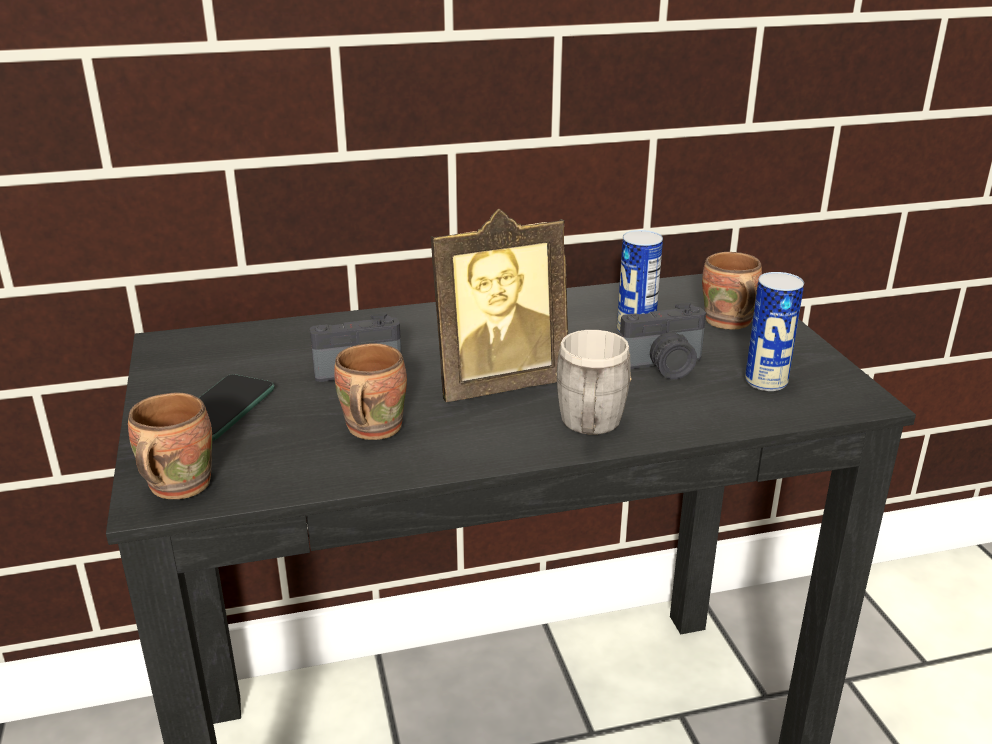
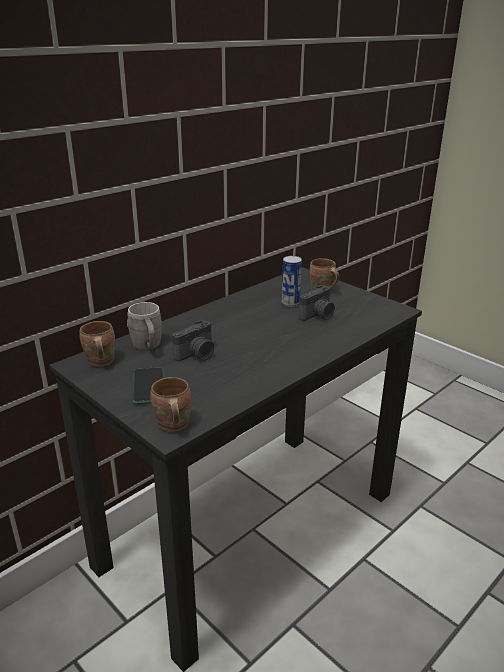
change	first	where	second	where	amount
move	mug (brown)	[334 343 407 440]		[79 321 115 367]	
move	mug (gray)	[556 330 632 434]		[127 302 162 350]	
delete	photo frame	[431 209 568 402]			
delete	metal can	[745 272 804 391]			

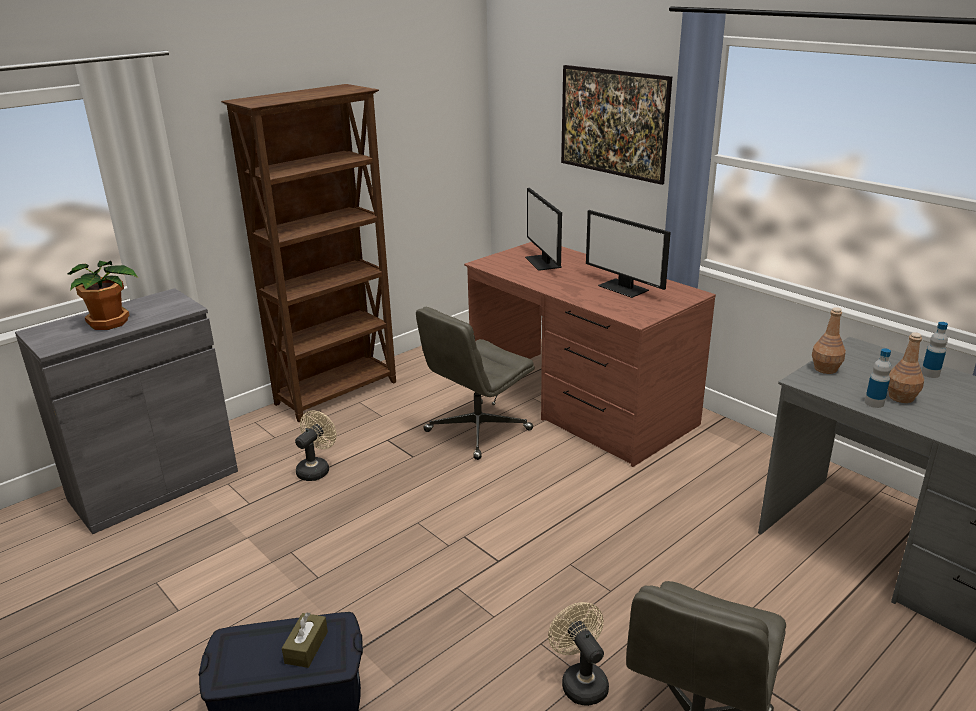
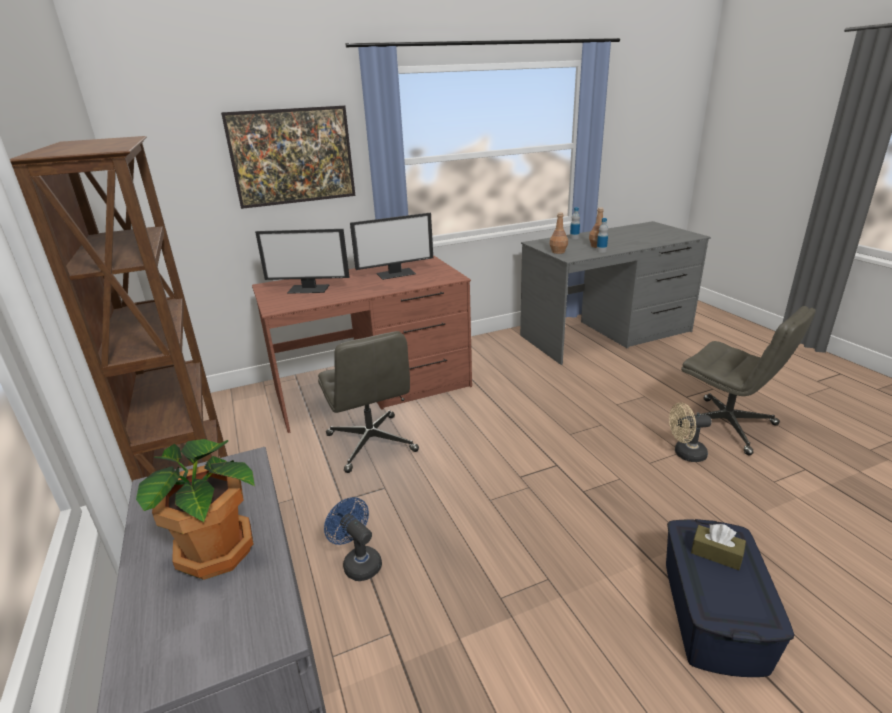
change	first	where	second	where	amount
recolor	fan (beige)	[295 411 336 481]	fan (bluish)	[324 497 382 581]	

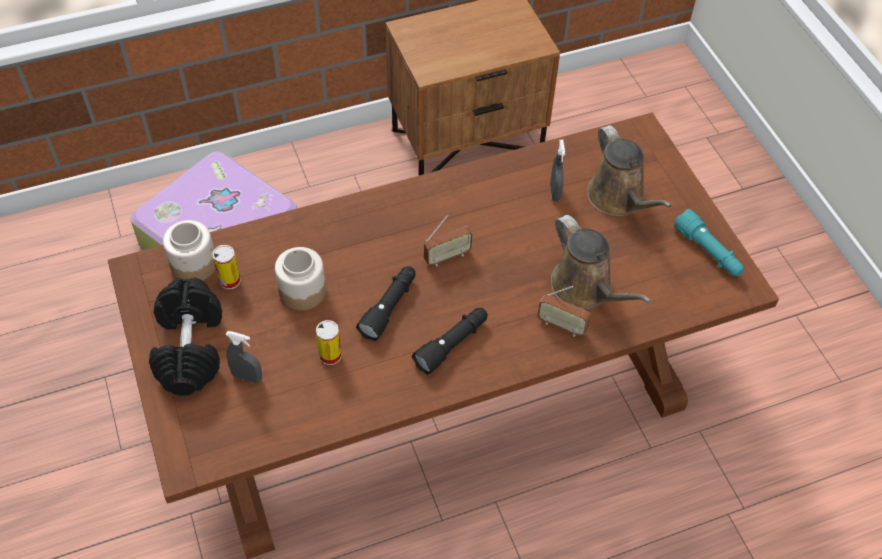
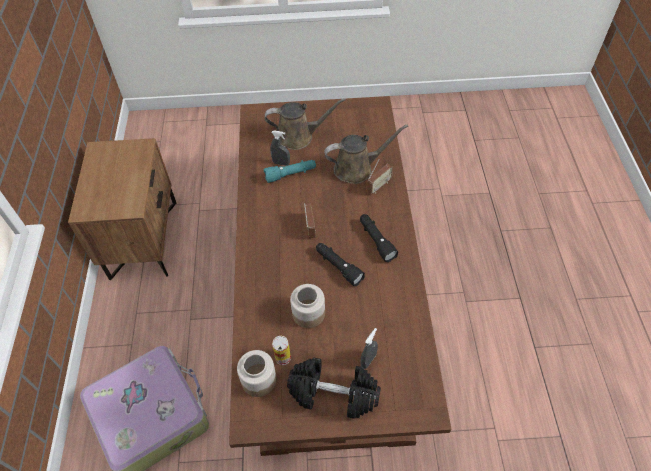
change	first	where	second	where	amount
move	hand torch (blue-green)	[674 209 744 276]		[264 160 316 183]	
delete	metal can	[316 320 342 365]			

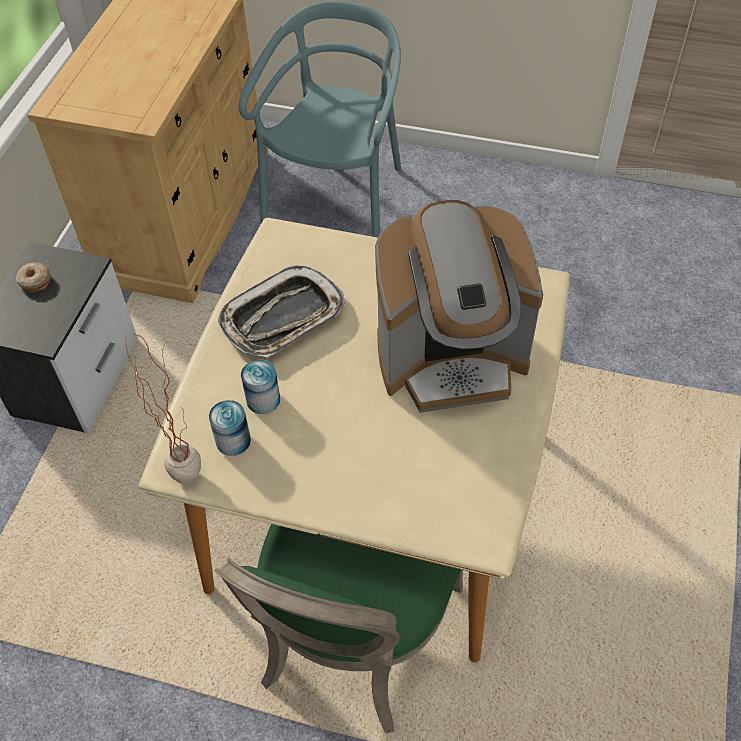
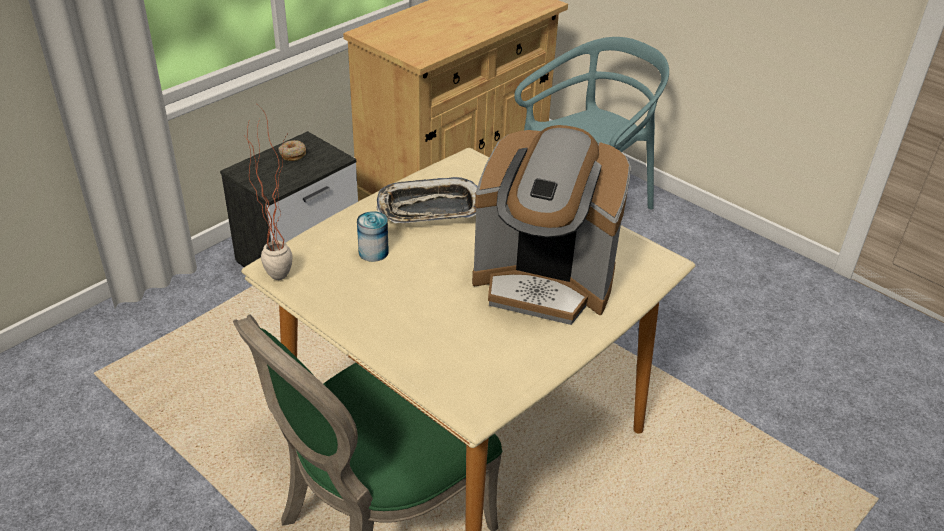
change	first	where	second	where	amount
delete	metal can	[209 400 251 456]			

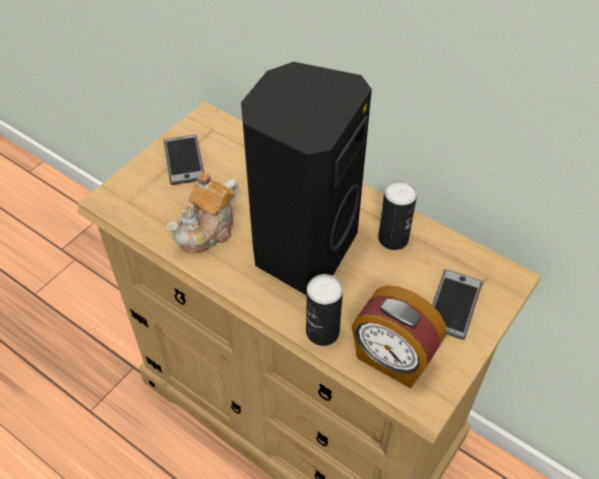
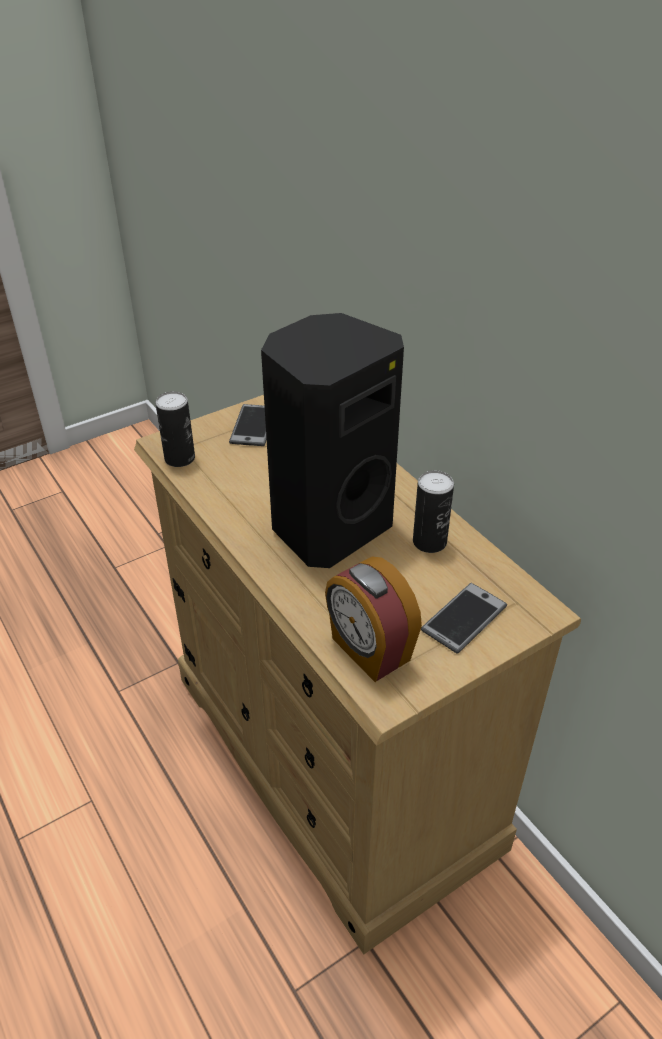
change	first	where	second	where	amount
move	metal can	[306 274 343 346]		[155 391 195 467]	
delete	pot for tea	[167 172 239 254]			

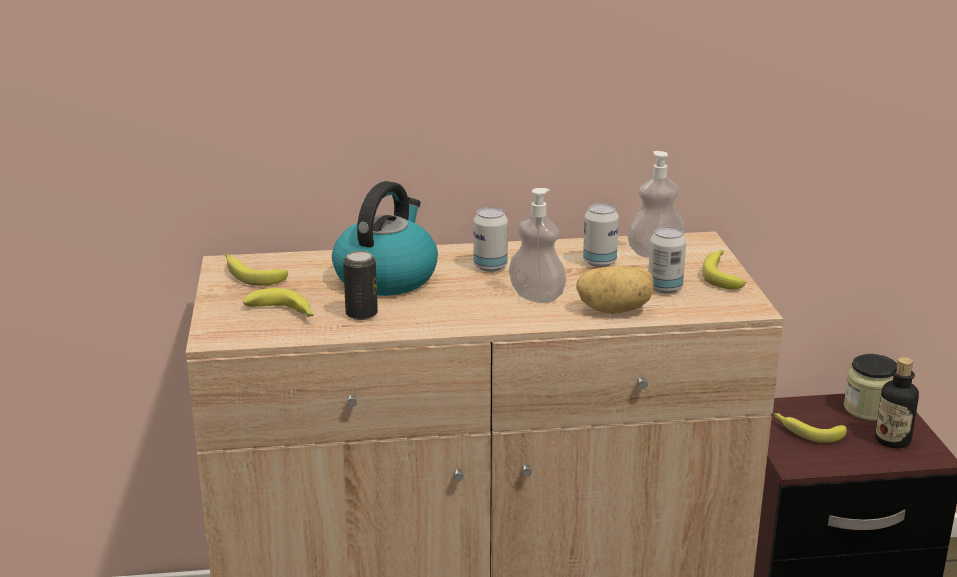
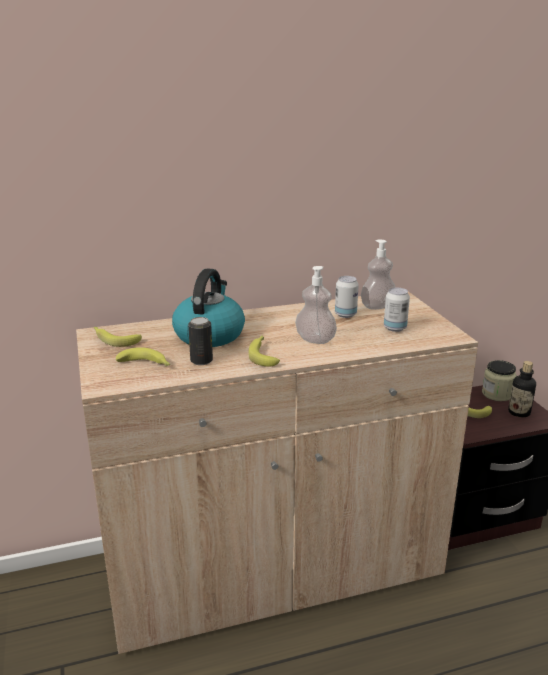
change	first	where	second	where	amount
move	banana fruit	[703 249 746 290]		[248 336 280 367]	
delete	metal can	[473 207 508 272]			
delete	whole potato	[576 265 653 314]			

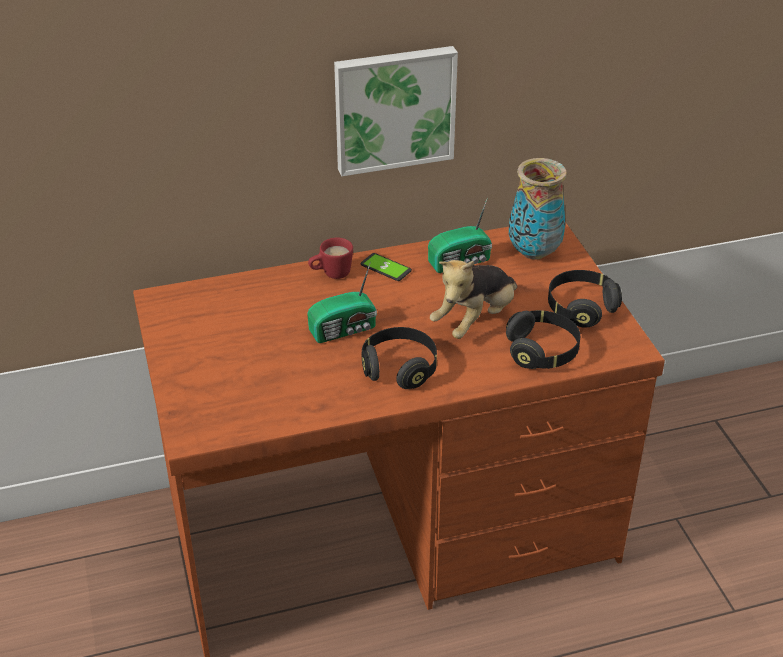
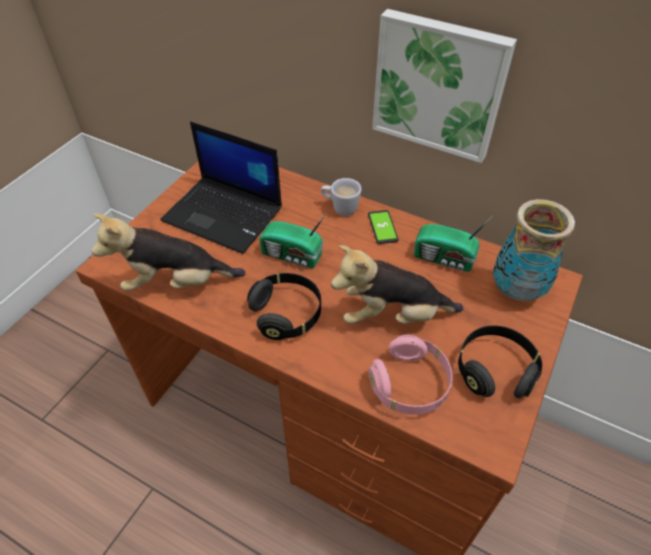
change	first	where	second	where	amount
insert			cuddly toy	[92 213 246 291]	
insert			portable computer	[160 122 282 254]	
recolor	mug (red)	[308 238 353 279]	mug (whitish)	[321 178 362 216]	
recolor	headphones (blackish)	[506 310 580 369]	headphones (pinkish)	[368 335 453 415]	

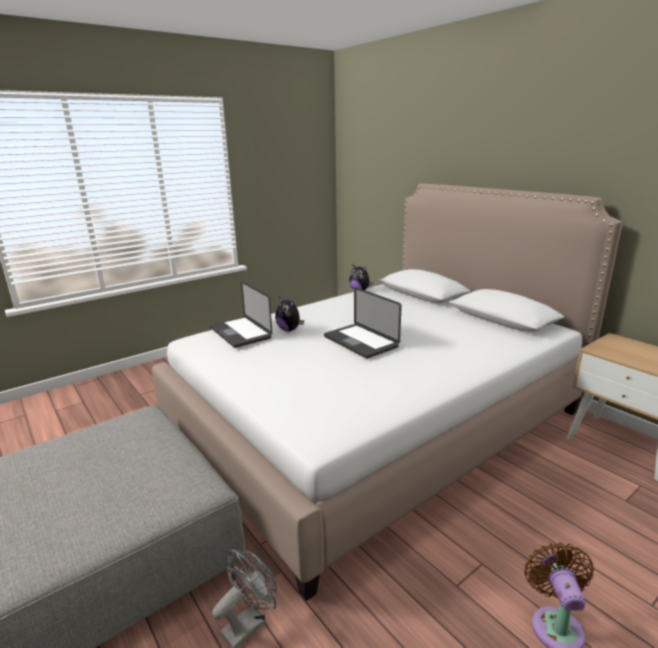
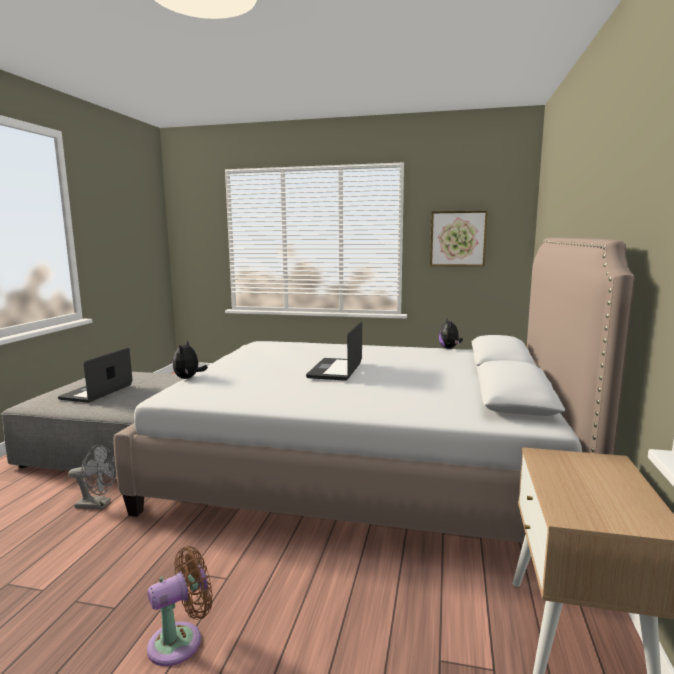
change	first	where	second	where	amount
move	portable computer	[209 281 272 348]		[58 348 132 403]	
move	cuddly toy	[275 296 304 331]		[173 340 208 379]	
insert			picture	[430 210 488 267]	

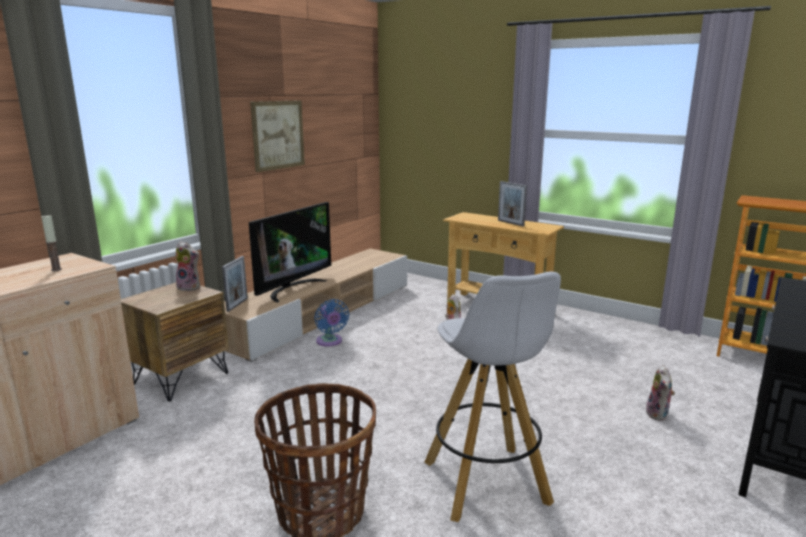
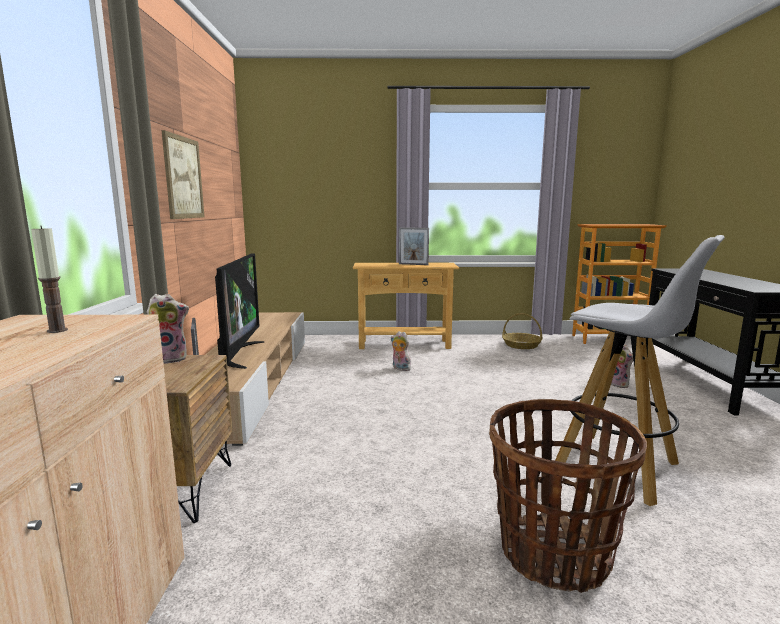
change	first	where	second	where	amount
insert			household basket	[502 313 542 349]	
delete	fan (bluish)	[314 299 349 346]			

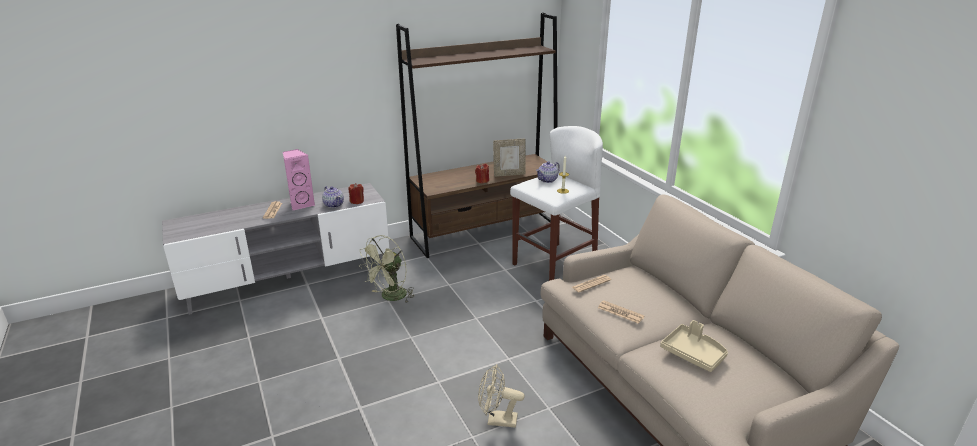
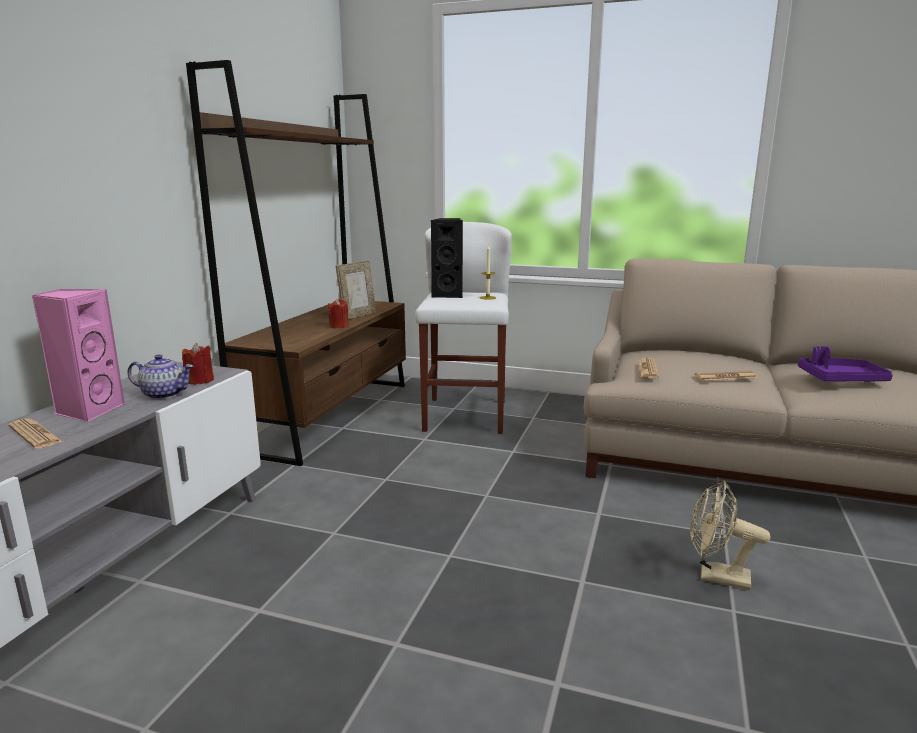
change	first	where	second	where	amount
replace	pot for tea	[536 161 560 183]	speaker (blackish)	[431 218 463 298]	
rotate	fan (beige)	[478 364 525 428]		[690 481 770 590]	60 degrees clockwise
recolor	carrying tray (beige)	[660 320 728 372]	carrying tray (purple-coloured)	[798 346 893 382]	
delete	fan (green)	[359 235 414 303]			

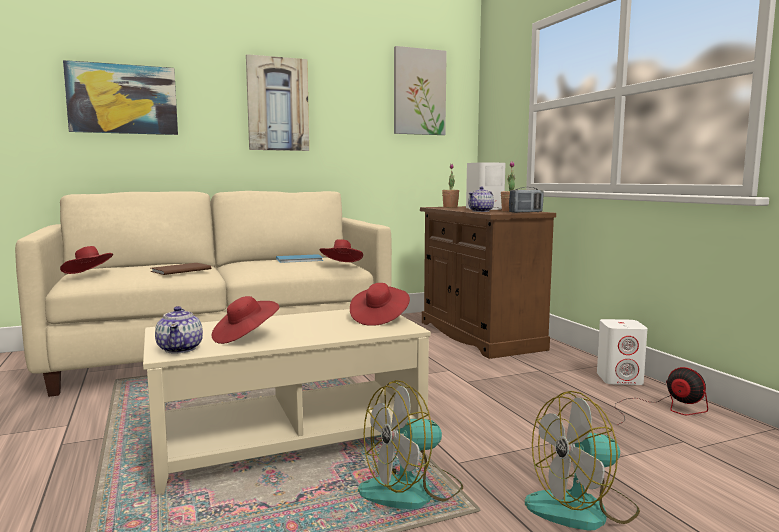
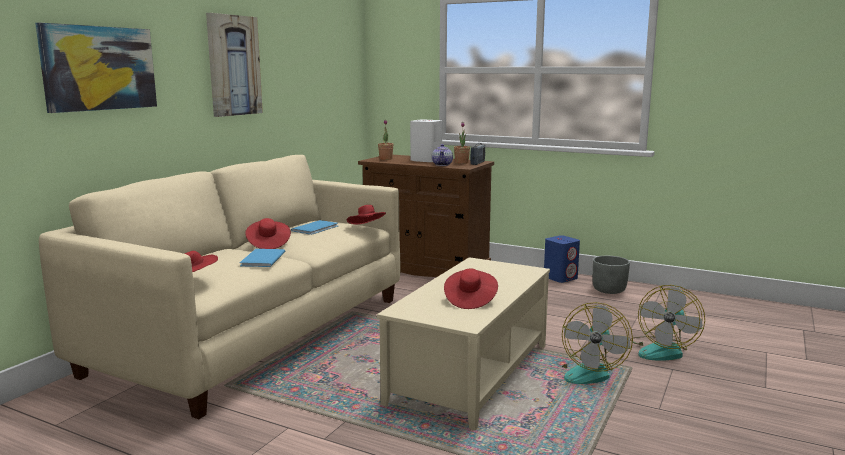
change	first	where	second	where	amount
recolor	bound book (brown)	[151 263 211 275]	bound book (bluish)	[240 249 285 267]	
move	wearable hat (red)	[350 283 410 326]		[245 218 291 249]	
recolor	speaker (whitish)	[597 319 648 385]	speaker (bluish)	[544 235 580 283]	
replace	fan	[615 367 708 425]	flower pot (gray)	[592 256 630 294]	
delete	pot for tea	[155 306 203 354]			
delete	picture	[394 46 447 135]			

